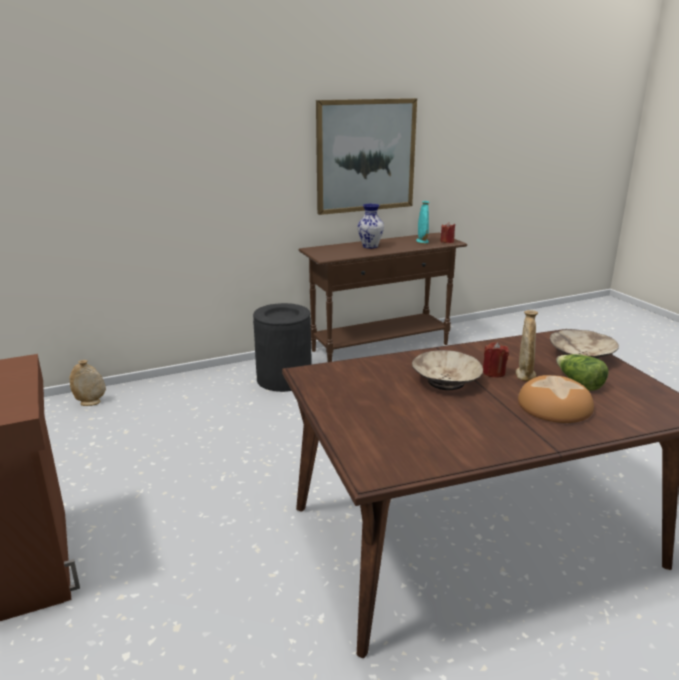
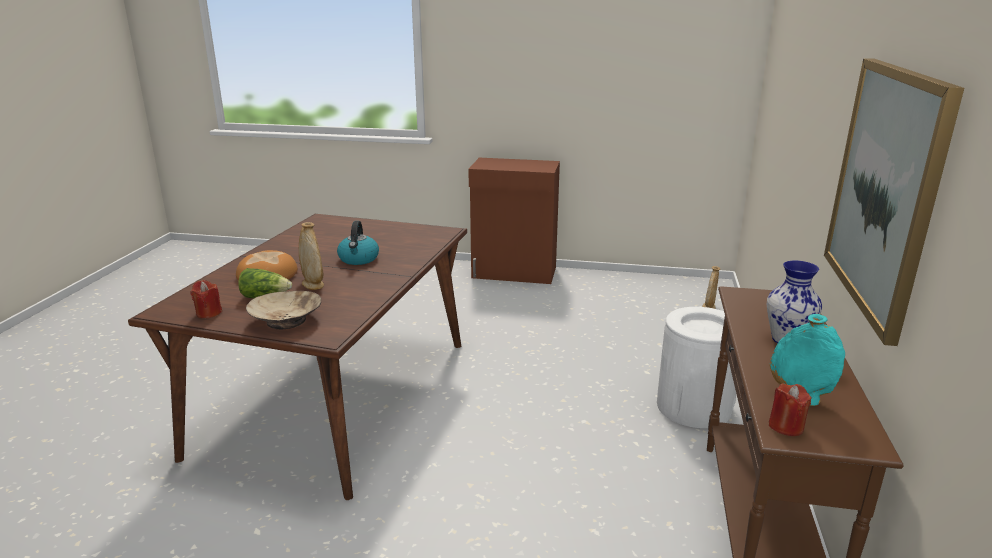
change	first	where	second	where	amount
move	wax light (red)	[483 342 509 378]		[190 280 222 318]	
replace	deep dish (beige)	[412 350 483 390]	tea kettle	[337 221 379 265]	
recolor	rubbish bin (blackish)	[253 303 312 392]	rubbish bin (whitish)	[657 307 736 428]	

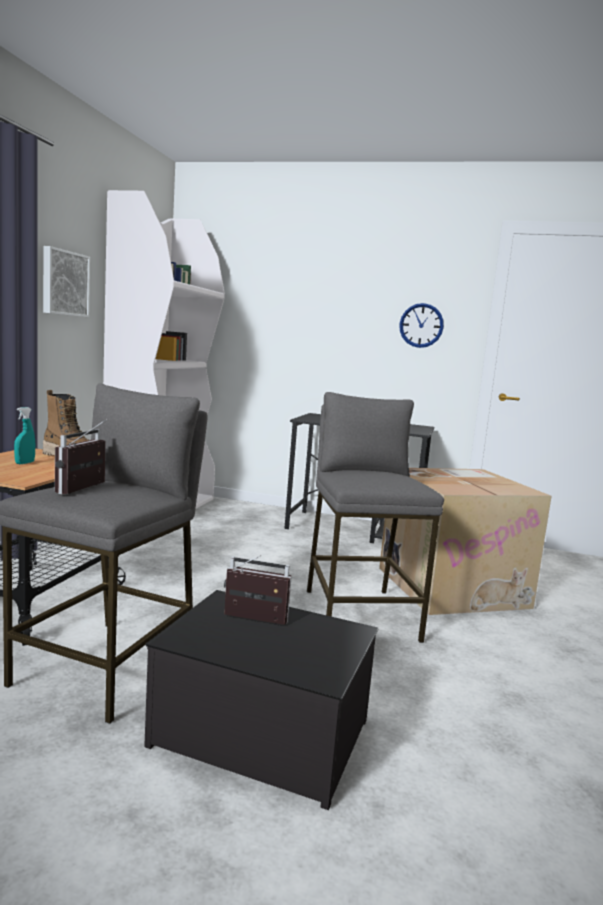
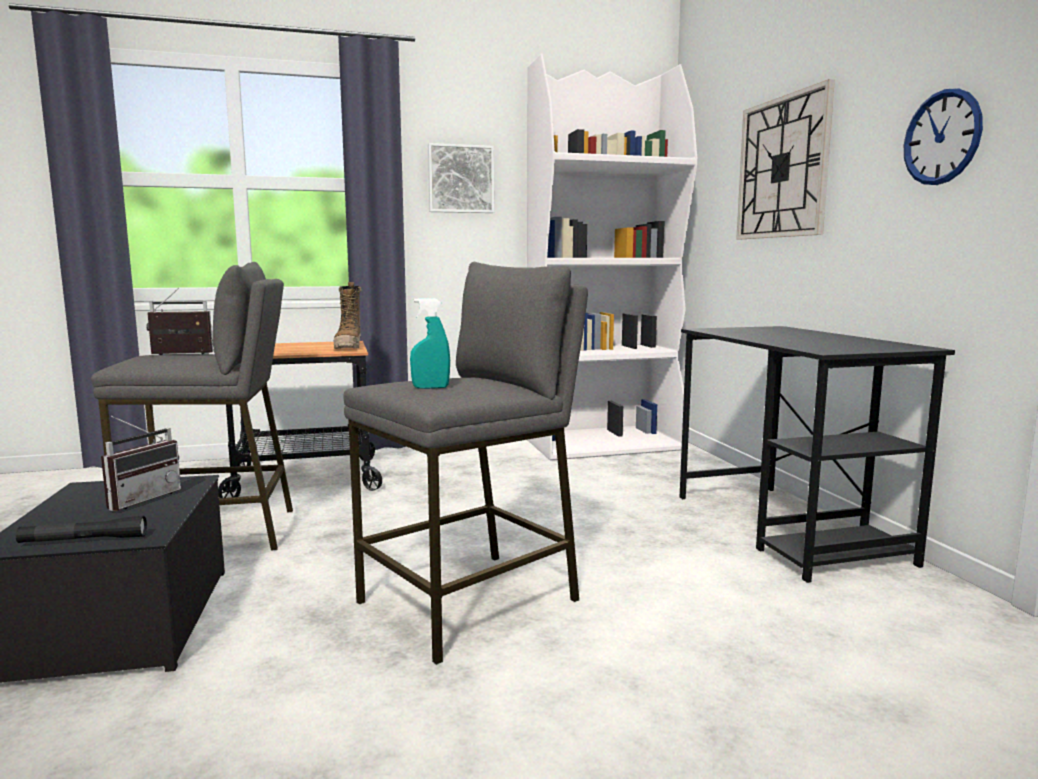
change	first	where	second	where	amount
insert			hand torch (blackish)	[16 516 147 543]	
rotate	radio receiver	[224 555 292 625]		[101 416 181 511]	45 degrees clockwise
move	sprayer (blue-green)	[14 407 35 464]		[410 298 450 389]	
insert			hanging clock	[736 79 835 239]	
delete	packing box	[379 468 552 615]			

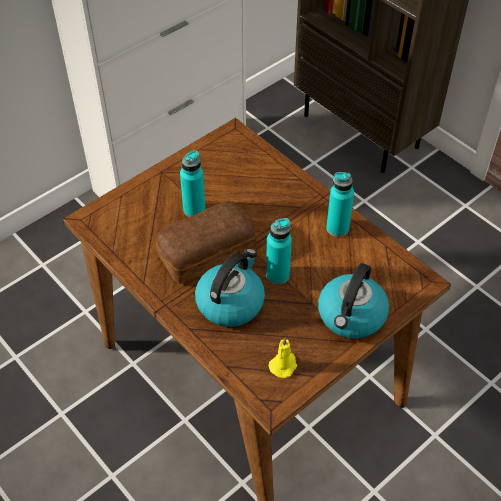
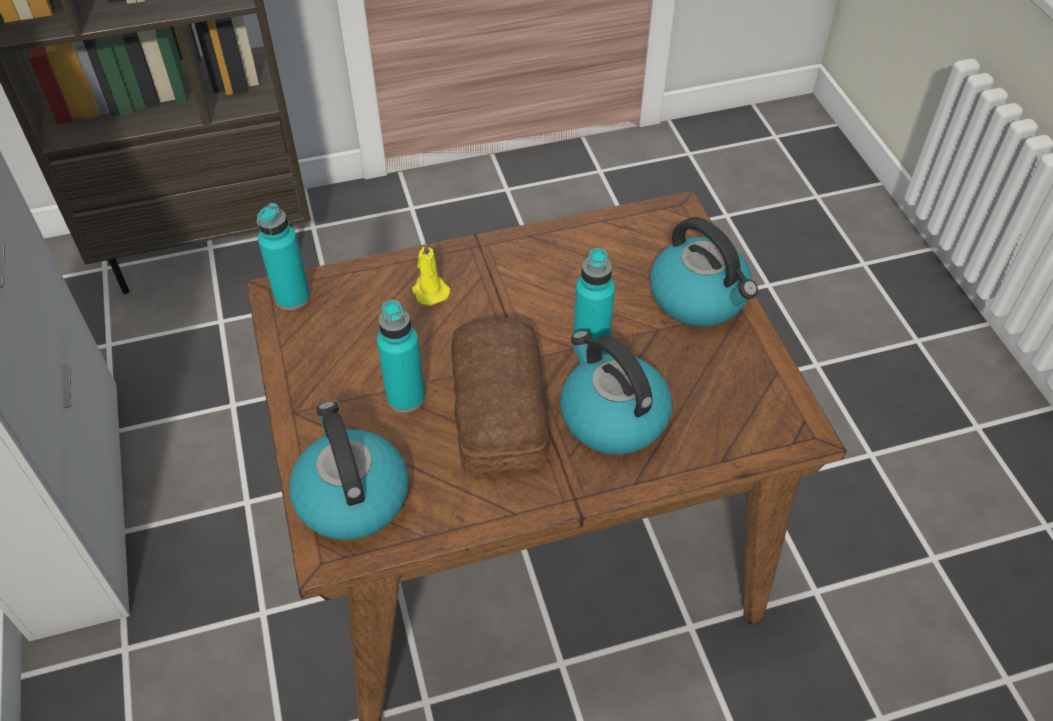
change	first	where	second	where	amount
move	bottle (blue-green)	[326 172 354 237]		[257 203 310 310]	
insert			tea kettle	[289 401 409 540]	
move	wax light (yellow)	[269 338 297 378]		[412 241 450 306]	

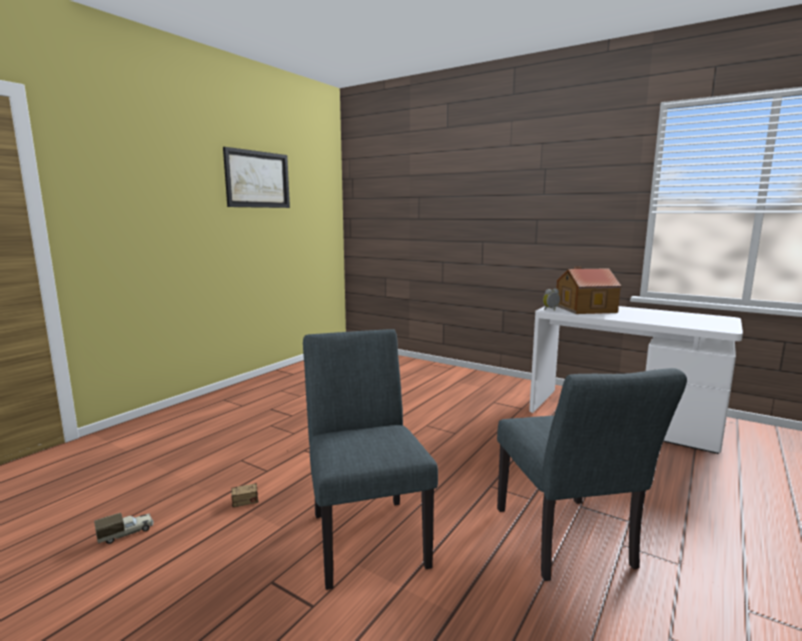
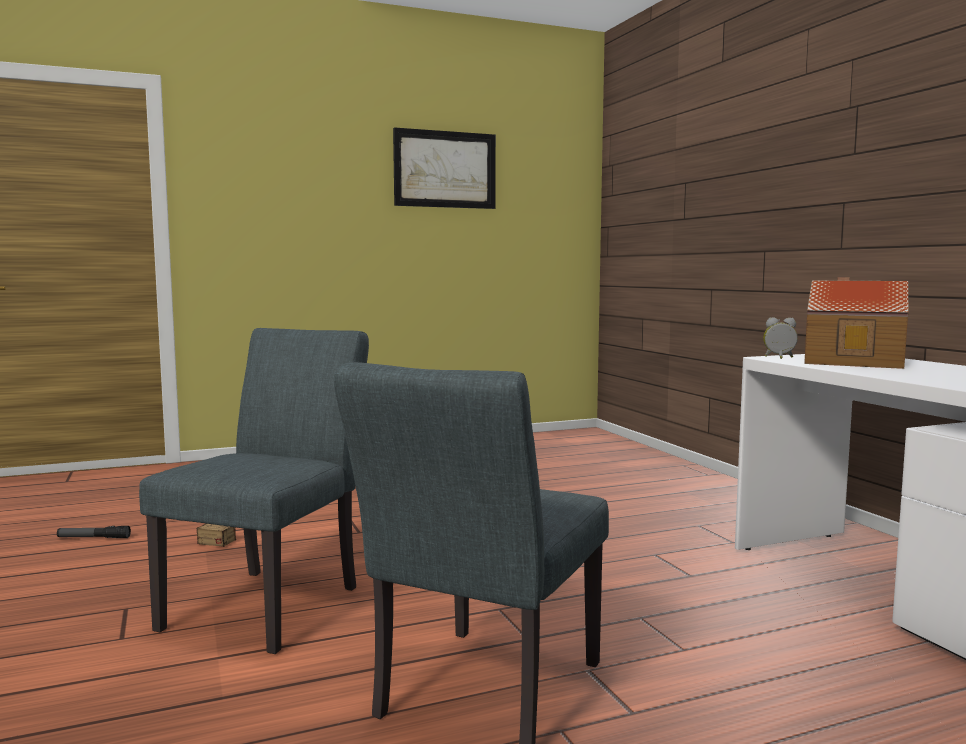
change	first	where	second	where	amount
replace	toy lorry	[94 513 154 544]	hand torch	[57 526 131 538]	

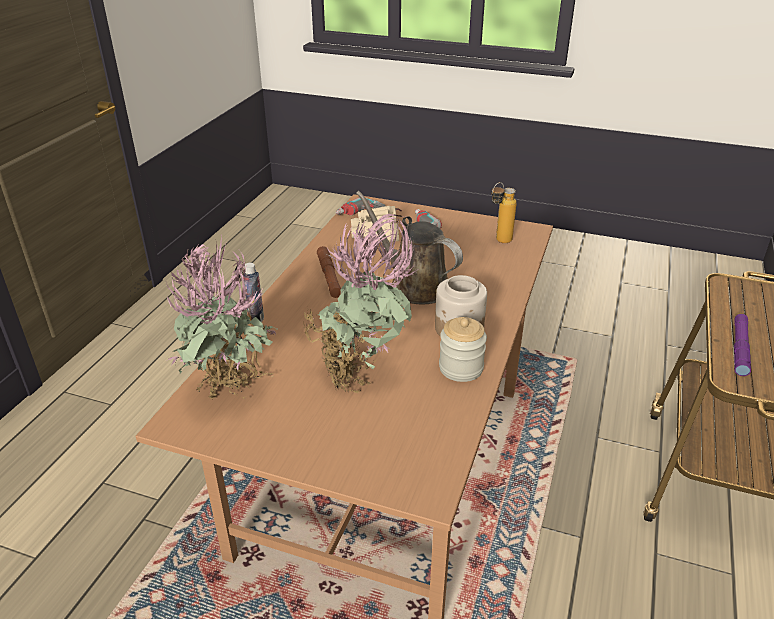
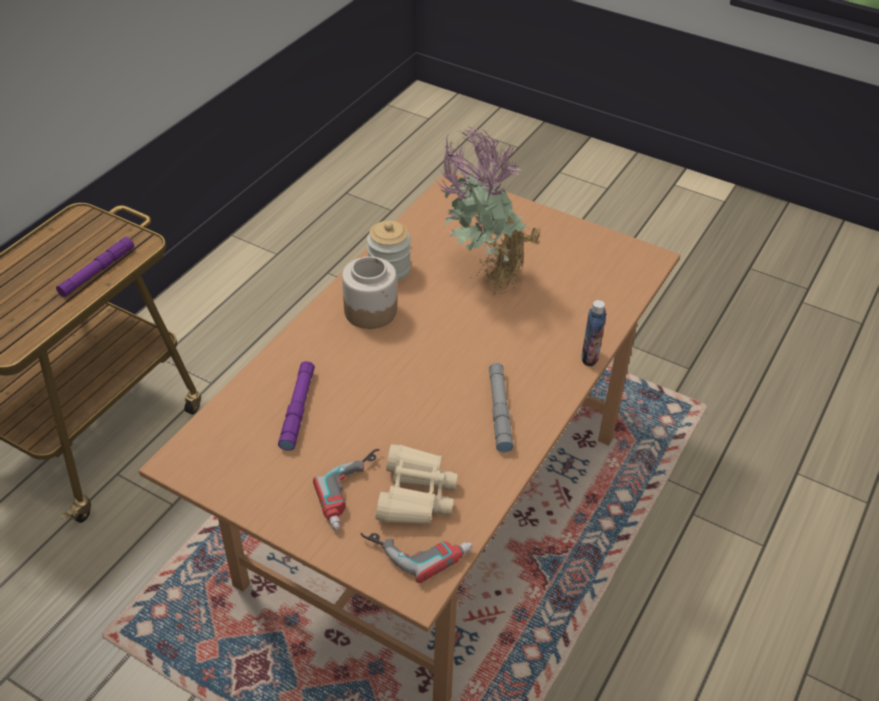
change	first	where	second	where	amount
insert			hand torch (purple-coloured)	[278 361 315 451]	
recolor	hand torch (brown)	[317 246 341 298]	hand torch (gray)	[489 363 513 452]	
delete	potted plant	[166 236 278 399]			
delete	watering can (brown)	[356 191 463 304]			
delete	bottle	[491 182 517 243]			

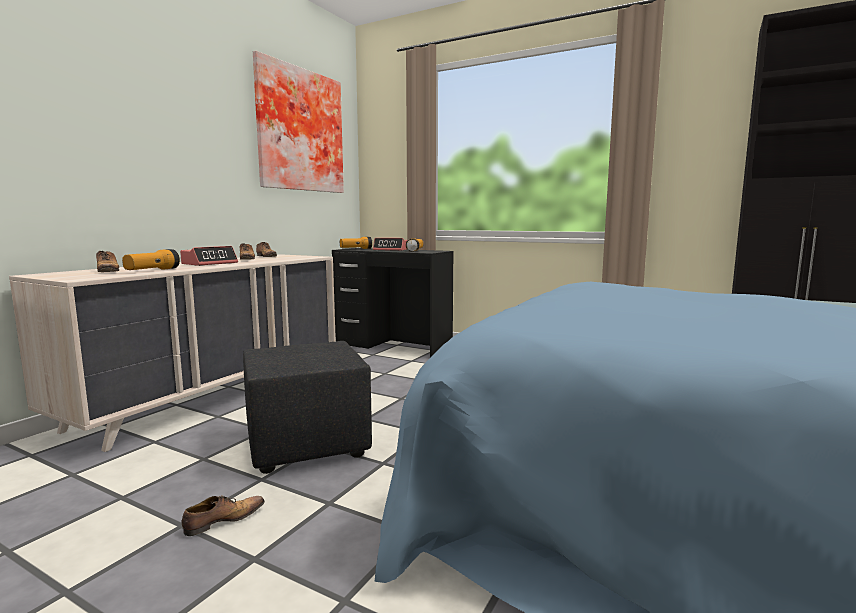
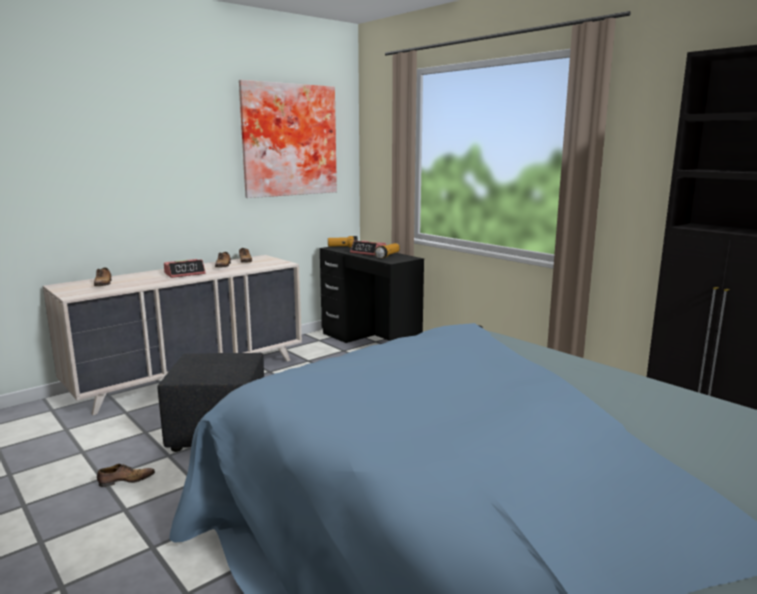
change	first	where	second	where	amount
delete	hand torch	[122 249 180 270]			

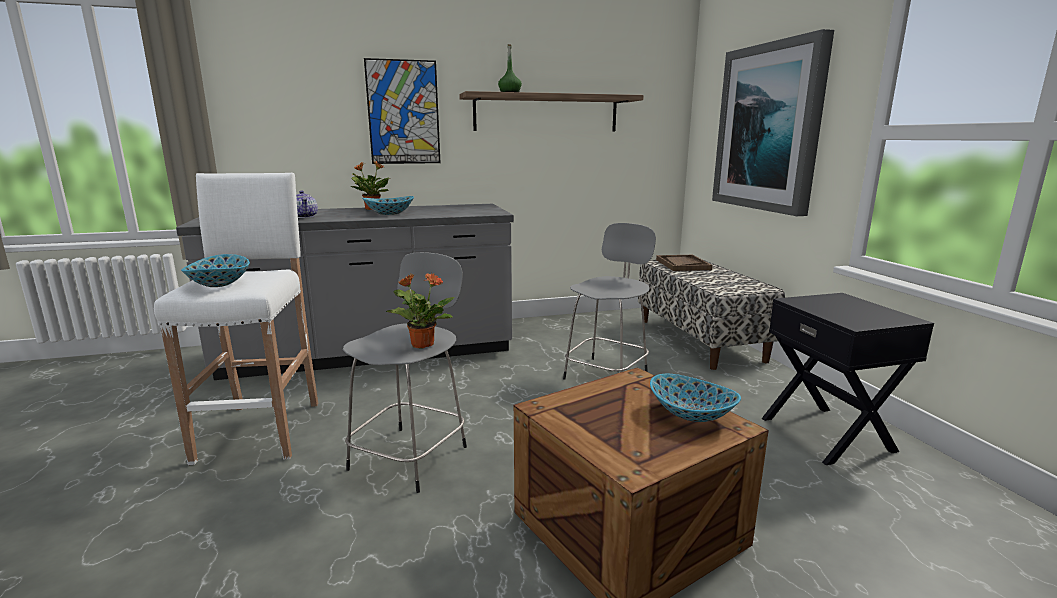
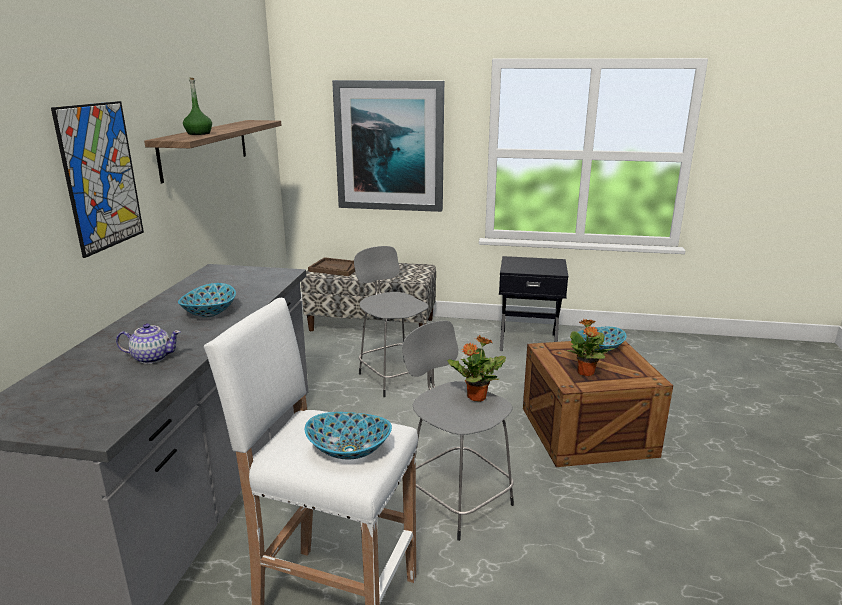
change	first	where	second	where	amount
move	potted plant	[350 161 389 210]		[567 319 615 376]	

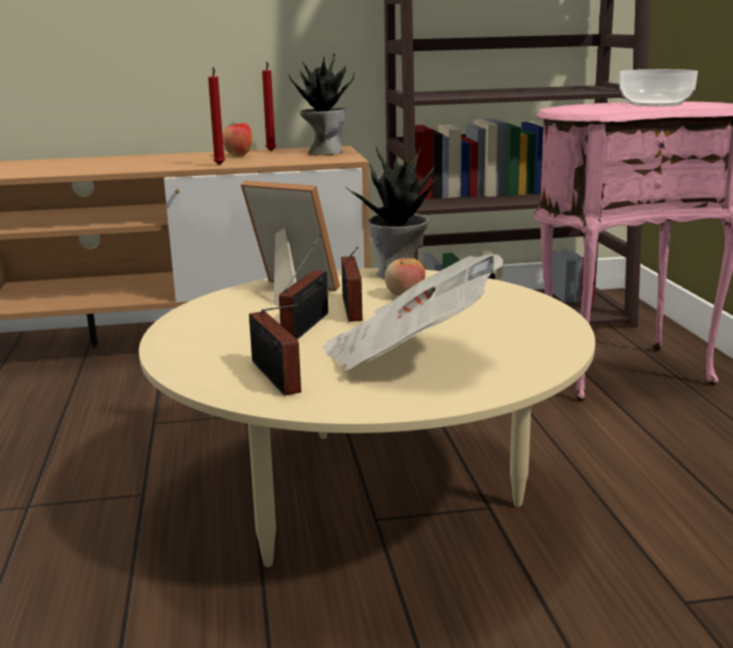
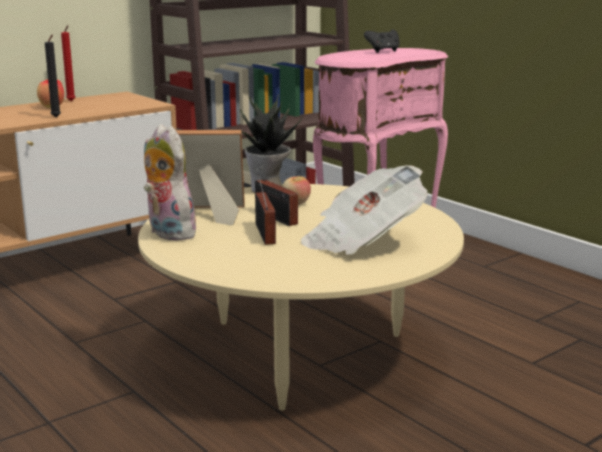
change	first	where	second	where	amount
recolor	wax light (red)	[208 67 225 165]	wax light (blackish)	[45 34 61 117]	
insert			cuddly toy	[144 124 198 241]	
replace	deep dish	[620 69 698 106]	game controller (blackish)	[364 29 400 53]	
delete	radio receiver	[249 304 301 396]			
delete	potted plant	[289 54 355 155]			

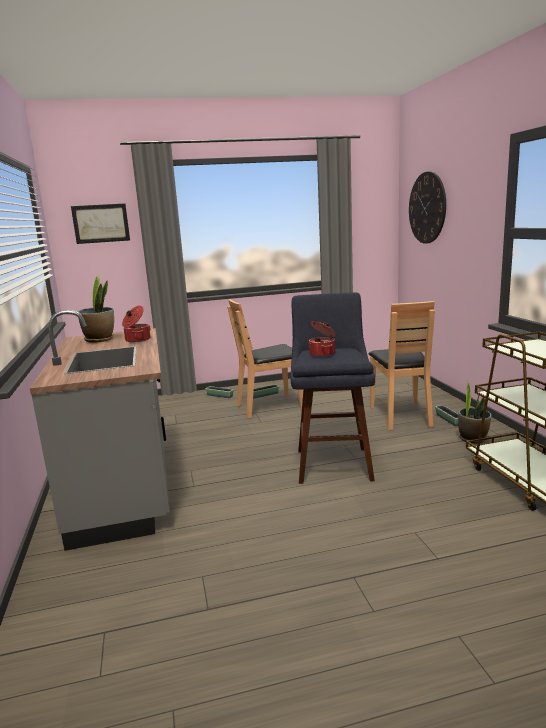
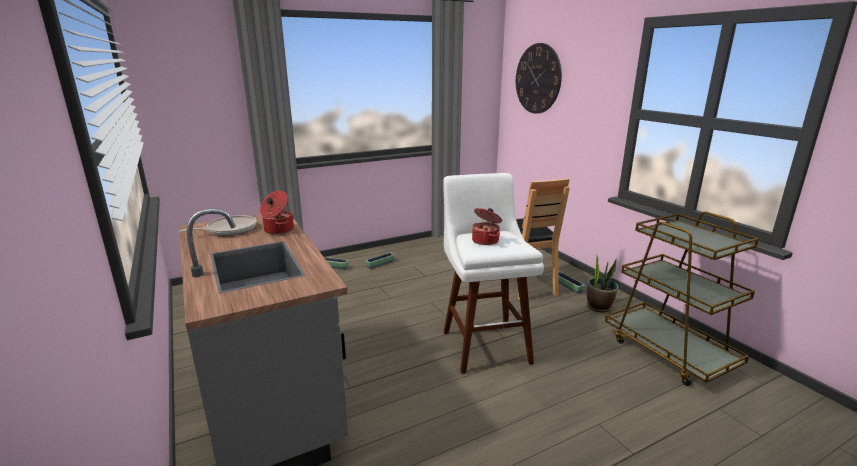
change	first	where	second	where	amount
replace	potted plant	[78 275 114 343]	skillet	[180 215 257 236]	
recolor	stool (bluish)	[291 292 375 484]	stool (whitish)	[443 173 544 374]	
delete	picture	[71 203 130 244]			
delete	plain chair (brown)	[227 299 303 419]			

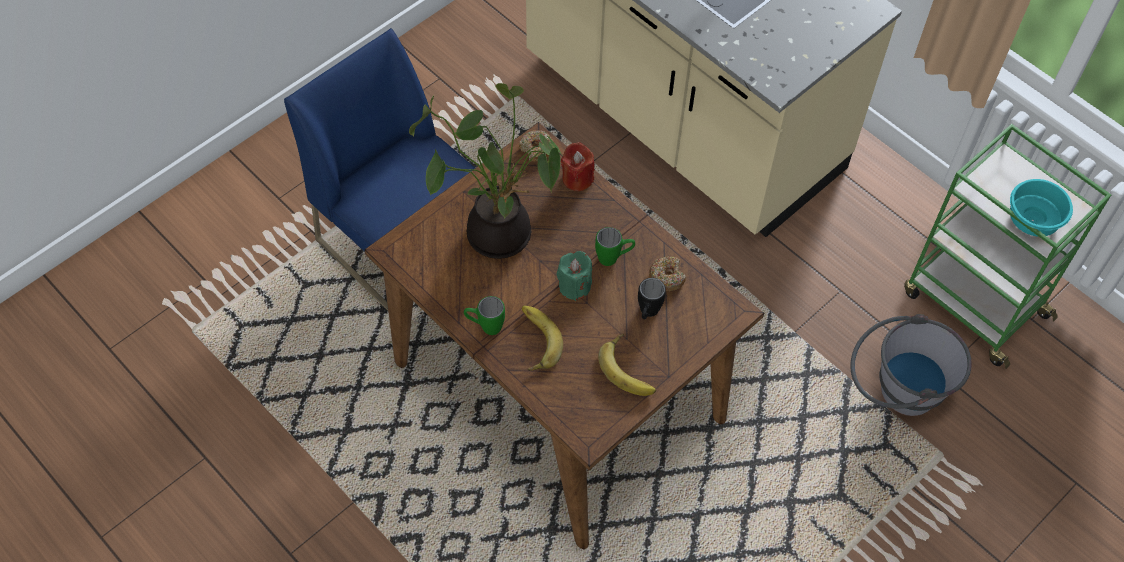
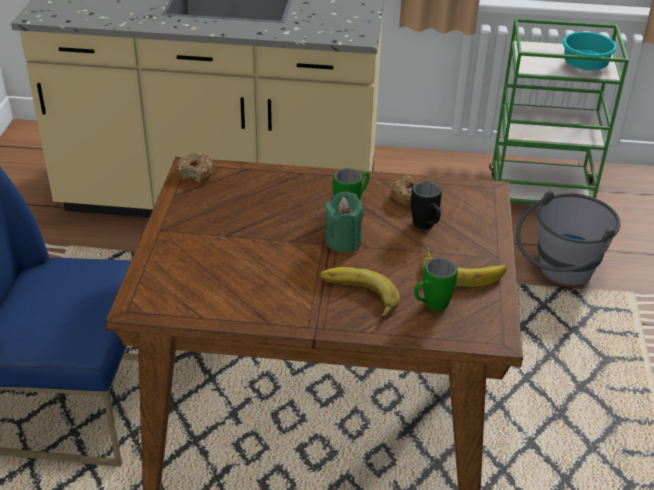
change	first	where	second	where	amount
move	mug (green)	[464 296 505 335]		[414 258 458 311]	
delete	potted plant	[409 83 562 259]			
delete	wax light (red)	[561 142 595 191]			

